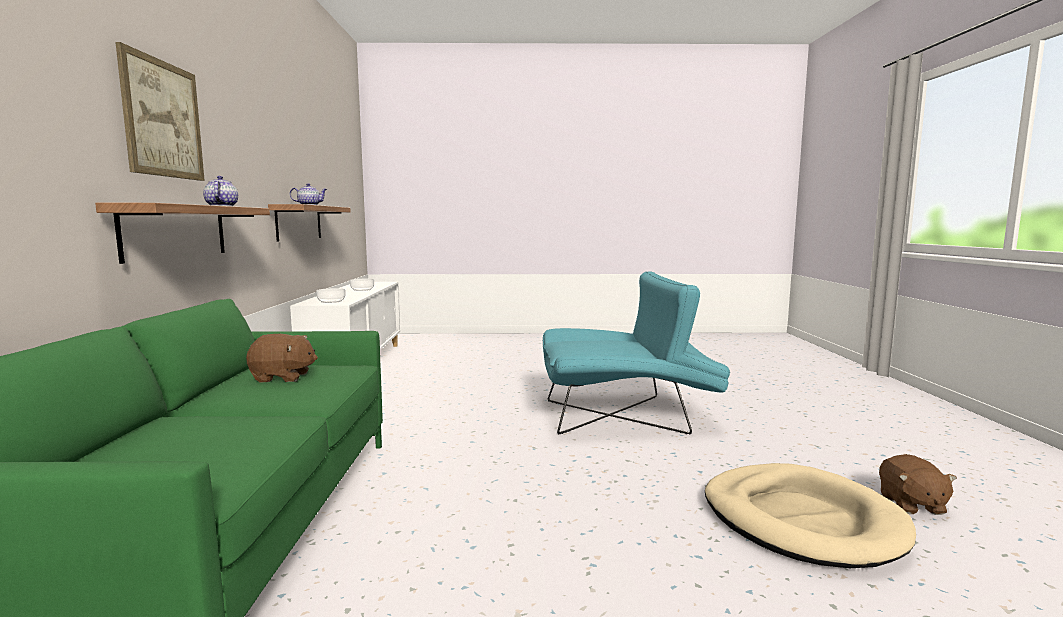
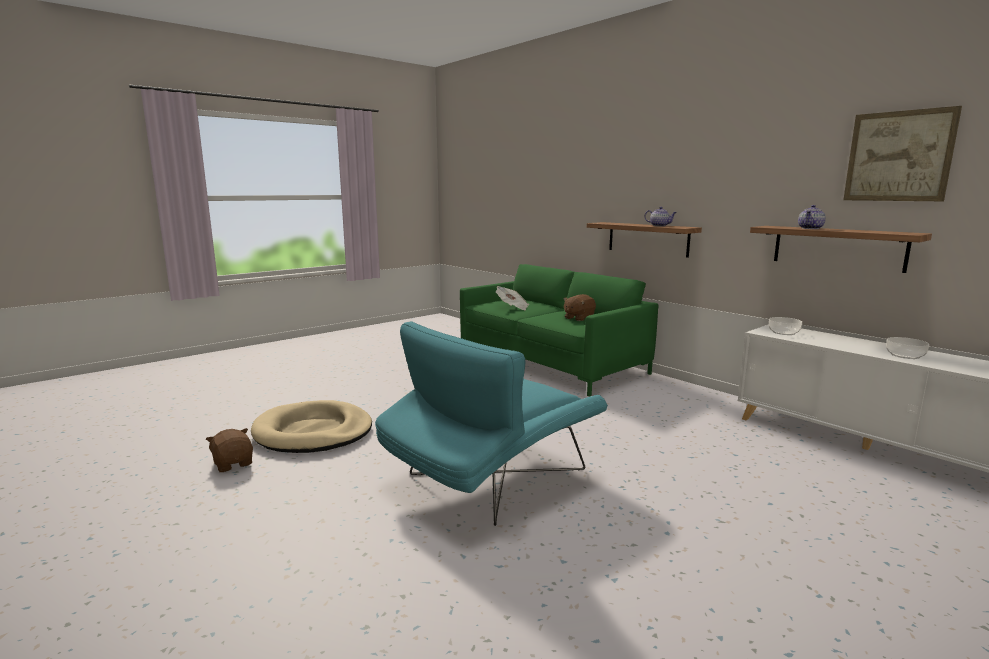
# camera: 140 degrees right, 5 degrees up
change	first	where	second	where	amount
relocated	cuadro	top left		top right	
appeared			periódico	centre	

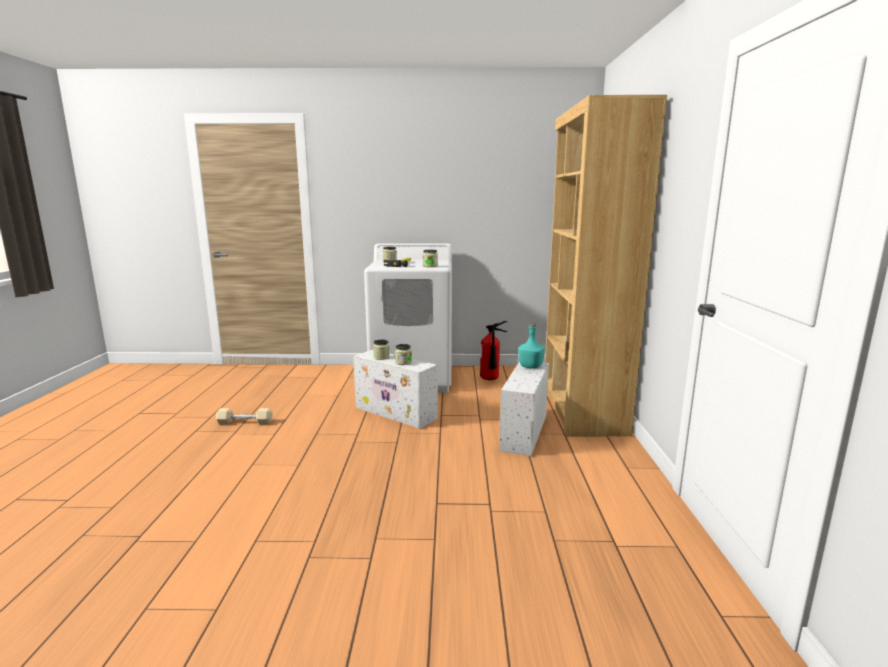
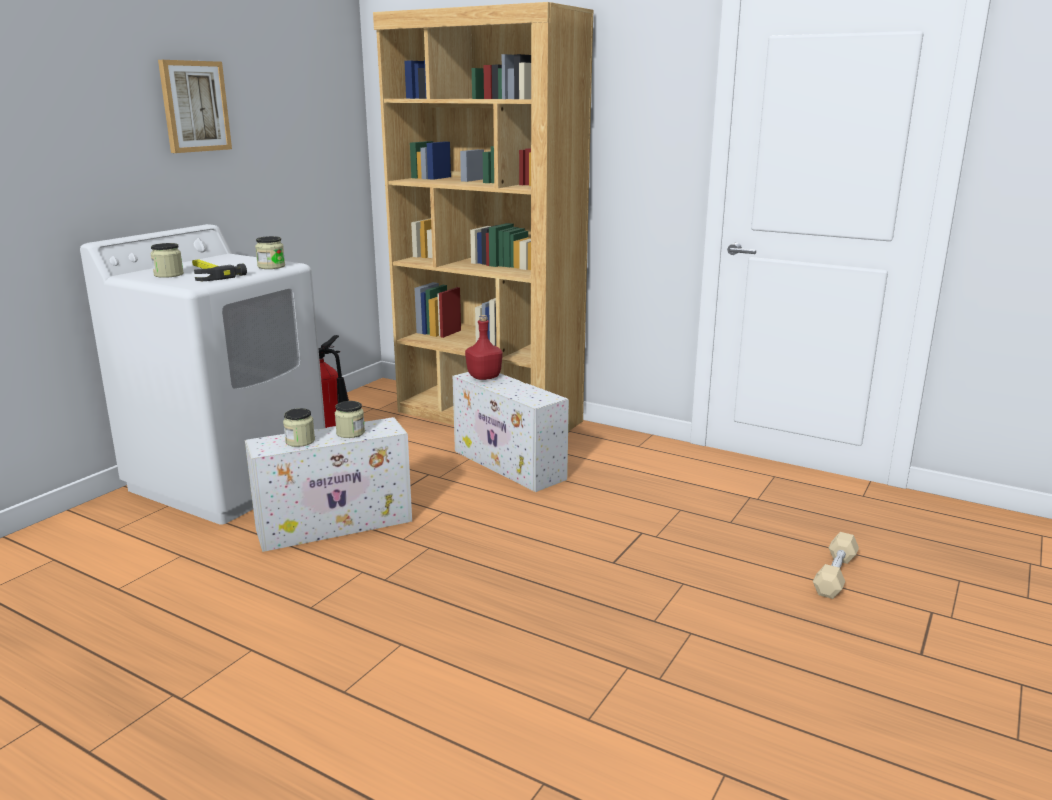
# camera: 60 degrees left, 5 degrees up
change	first	where	second	where	amount
relocated	mancuerna (beis)	middle left		bottom right	
colour	botella (turquesa)	centre	botella (rojo)	centre	
appeared			cuadro	top left	

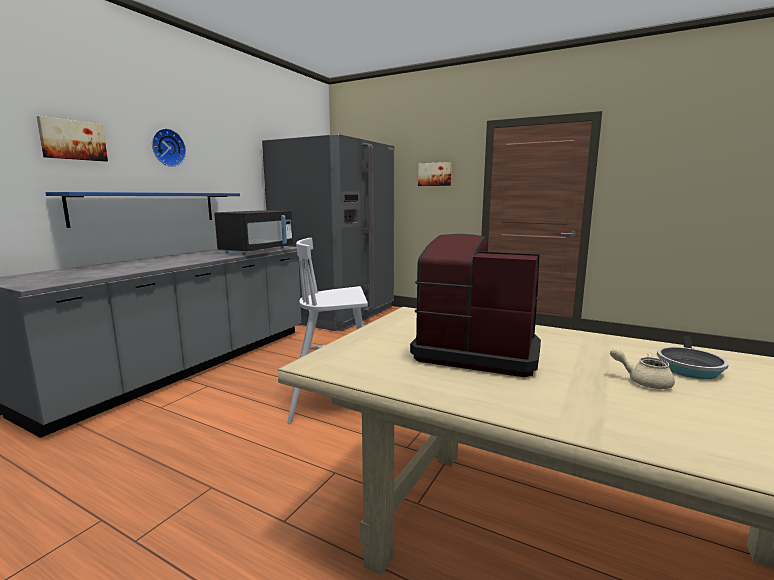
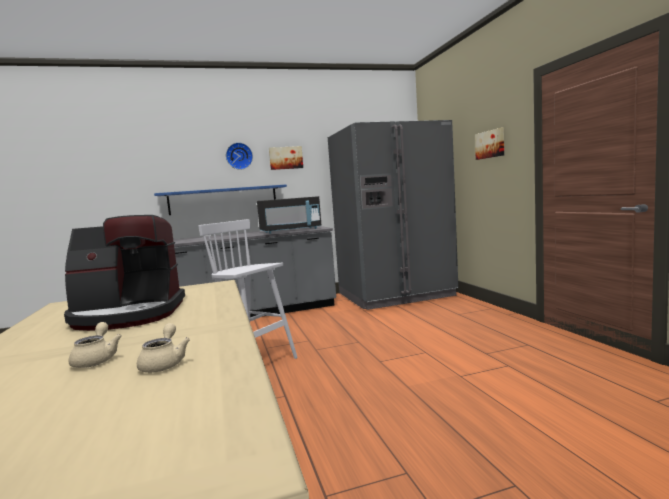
# camera: 45 degrees right, 5 degrees down
change	first	where	second	where	amount
relocated	cuadro (no. 1 from left)	top left		top centre	
spun	cafetera	centre		middle left	105 degrees clockwise
exchanged	sartén	middle right	tetera (beis) (no. 2 from left)	bottom left	

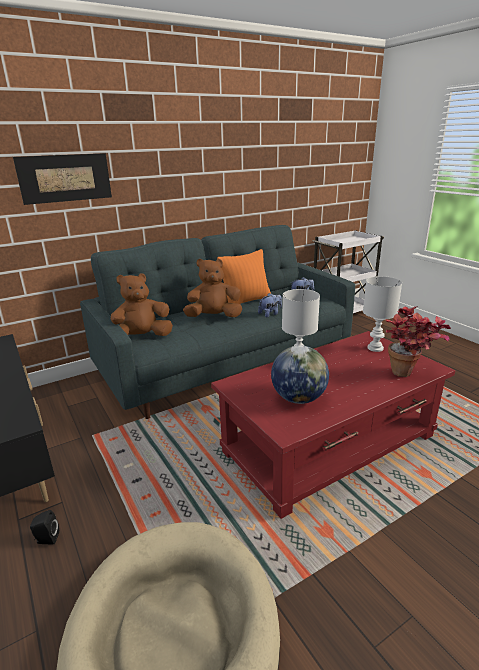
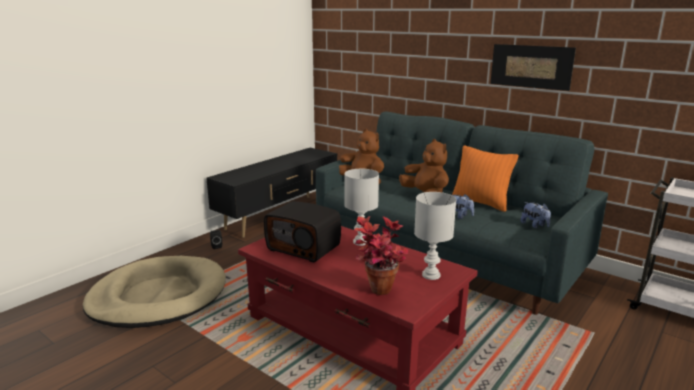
# camera: 70 degrees right, 5 degrees down
change	first	where	second	where	amount
relocated	cuadro	top left		top right	
exchanged	globo terráqueo	centre	radio	centre	

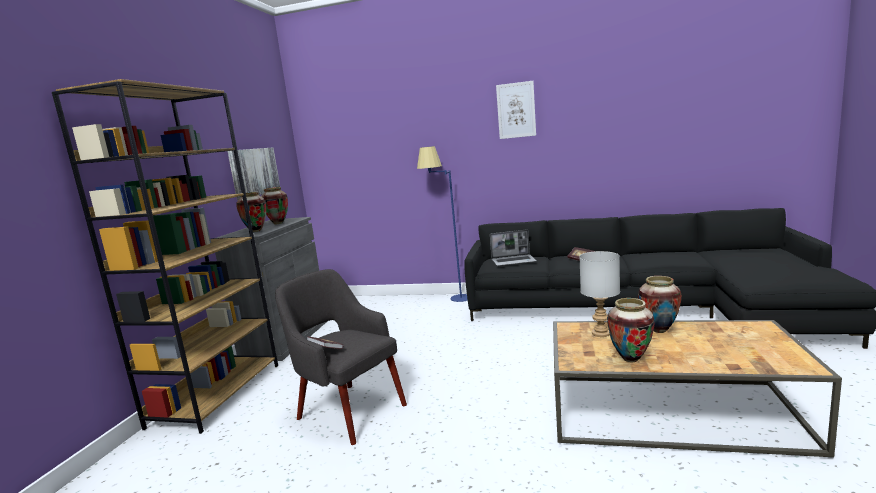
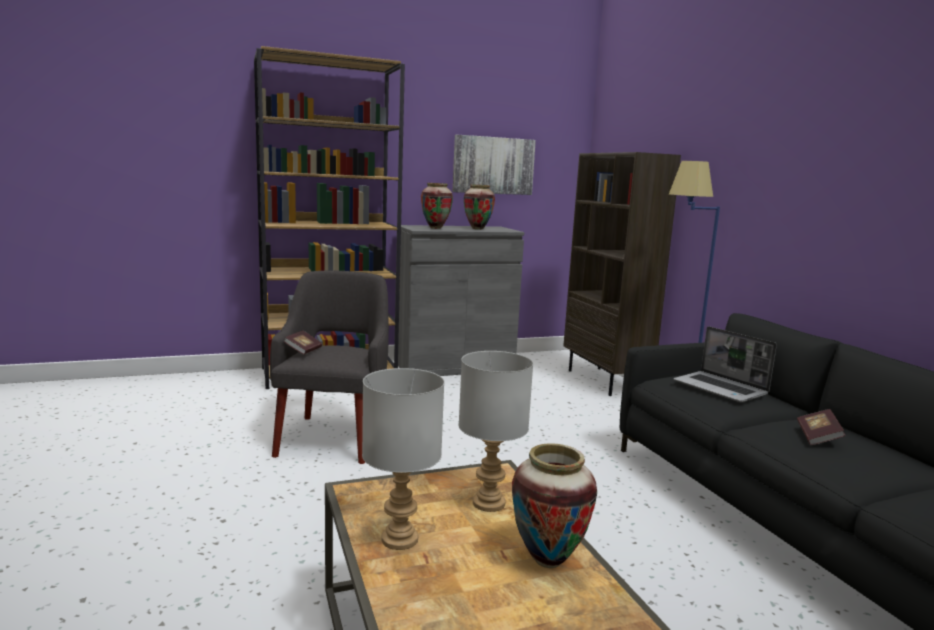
# camera: 55 degrees right, 0 degrees up
change	first	where	second	where	amount
missing	cuadro (no. 2 from left)	top centre			
exchanged	florero (no. 3 from left)	bottom right	lámpara de mesa (gris) (no. 1 from left)	bottom centre	
appeared			estantería (marrón) (no. 2 from left)	centre	

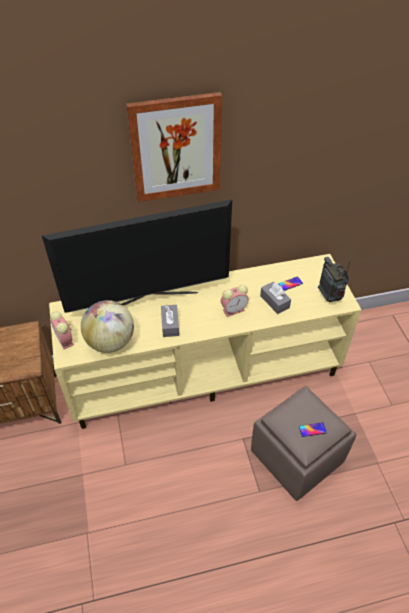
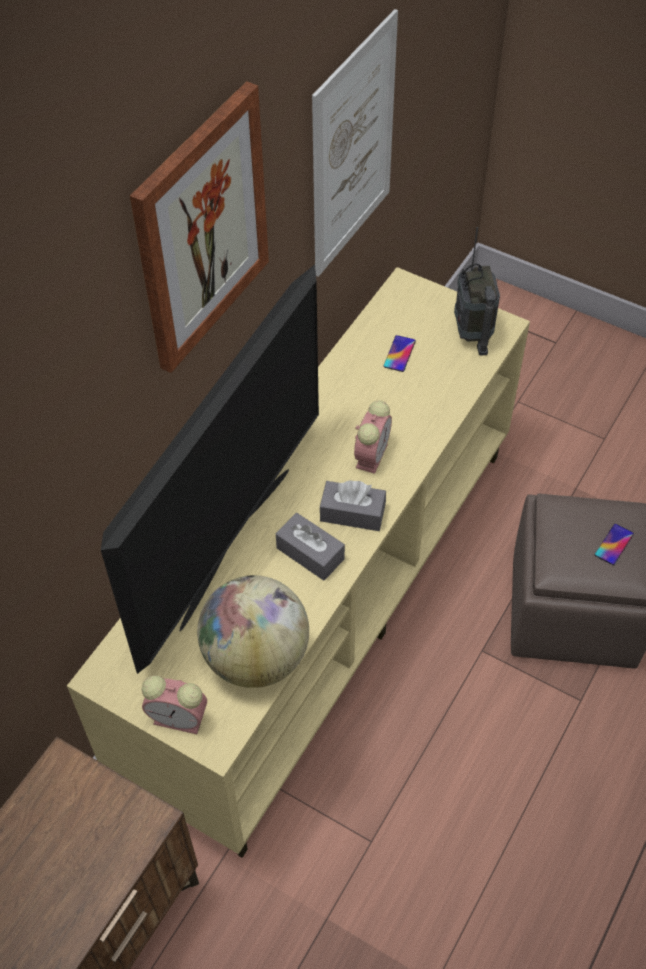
# camera: 45 degrees left, 5 degrees up
change	first	where	second	where	amount
relocated	caja de pañuelos (gris) (no. 2 from left)	middle right		centre	
spun	radio	middle right		top right	120 degrees counterclockwise
appeared			cuadro (no. 2 from left)	top centre	

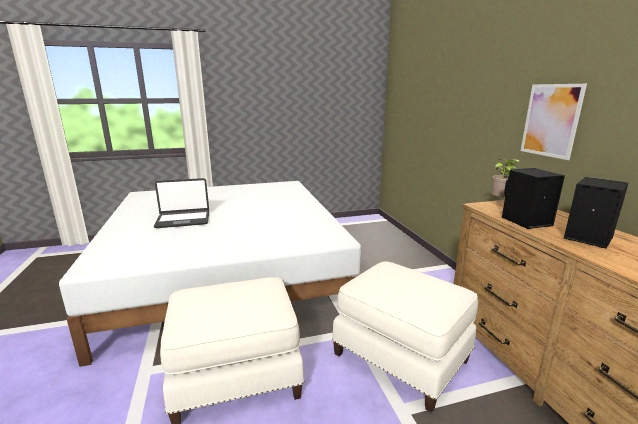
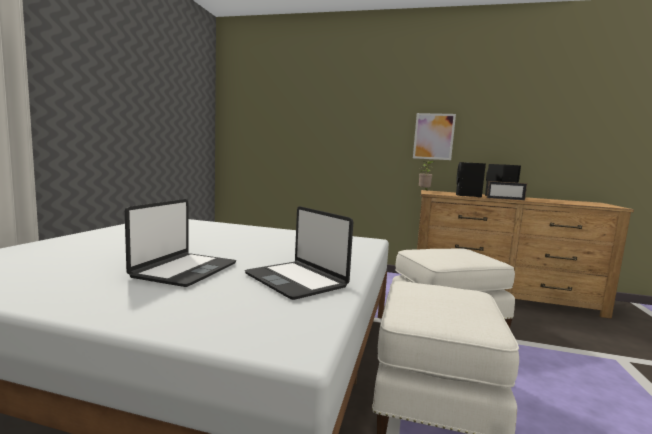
# camera: 60 degrees left, 10 degrees down
change	first	where	second	where	amount
appeared			portátil (no. 2 from left)	centre	
appeared			portarretratos	middle right	

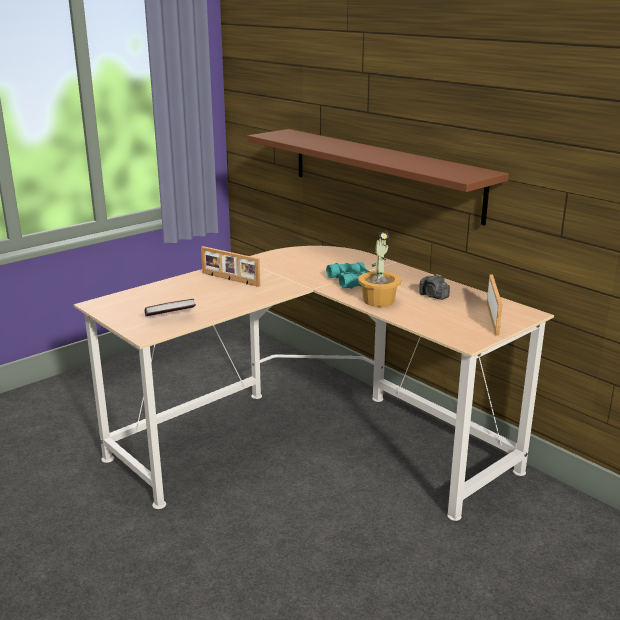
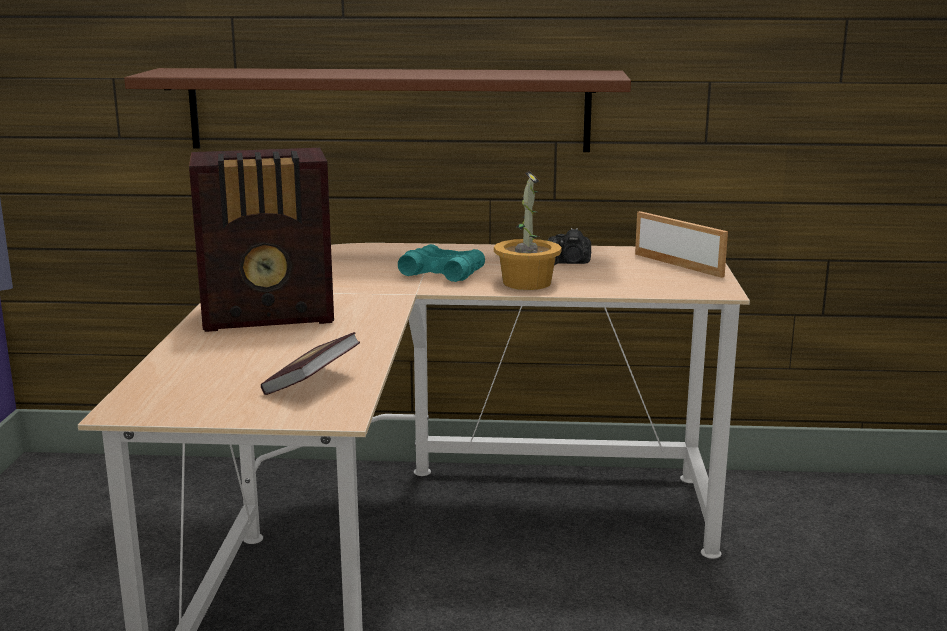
# camera: 45 degrees left, 5 degrees down
change	first	where	second	where	amount
exchanged	portarretratos (no. 1 from left)	centre	radio	middle left	

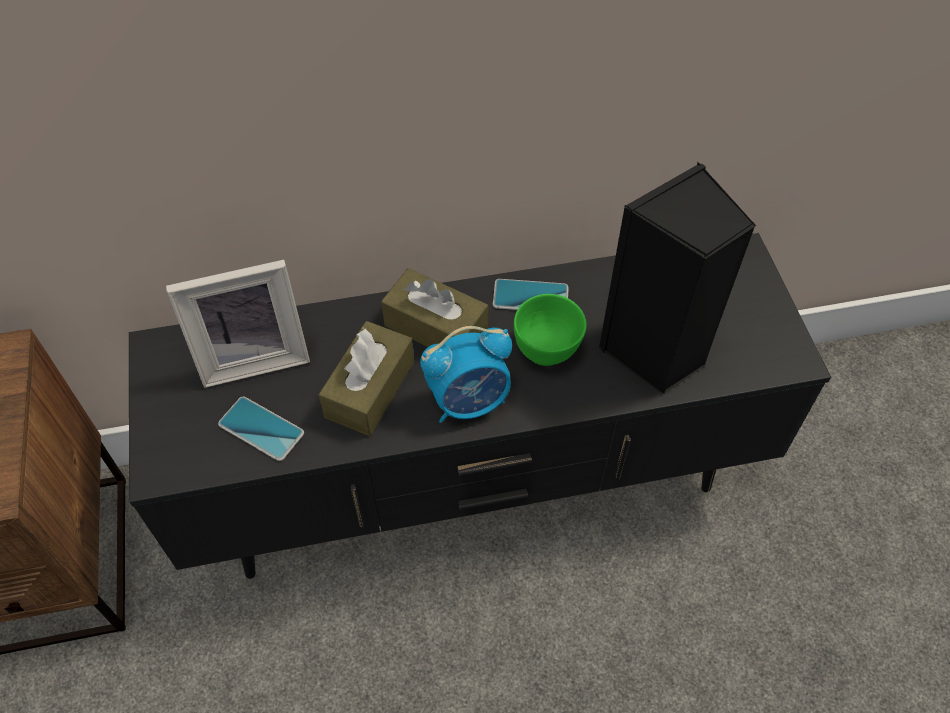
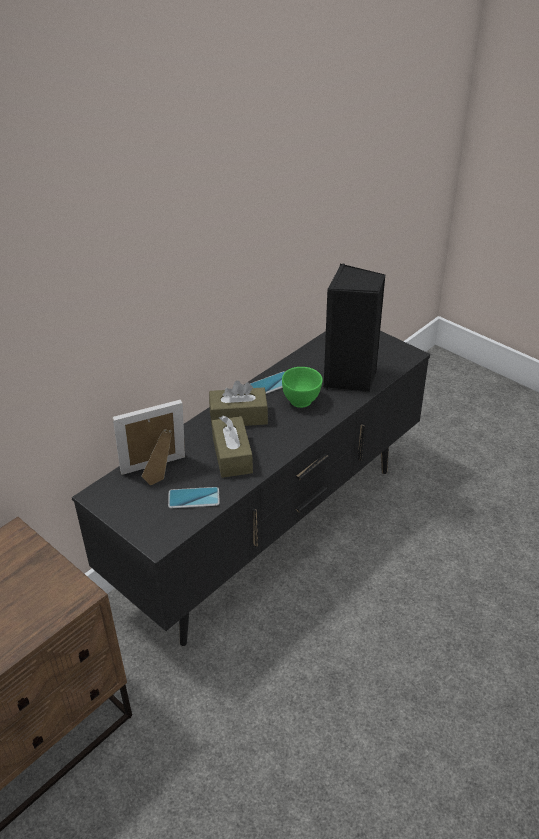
# camera: 35 degrees left, 15 degrees down
change	first	where	second	where	amount
spun	portarretratos	middle left		middle left	150 degrees counterclockwise
missing	despertador	centre			

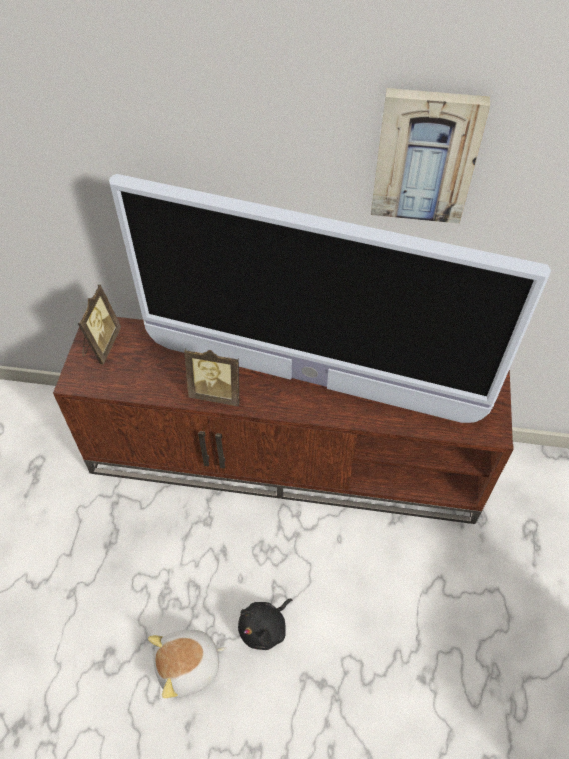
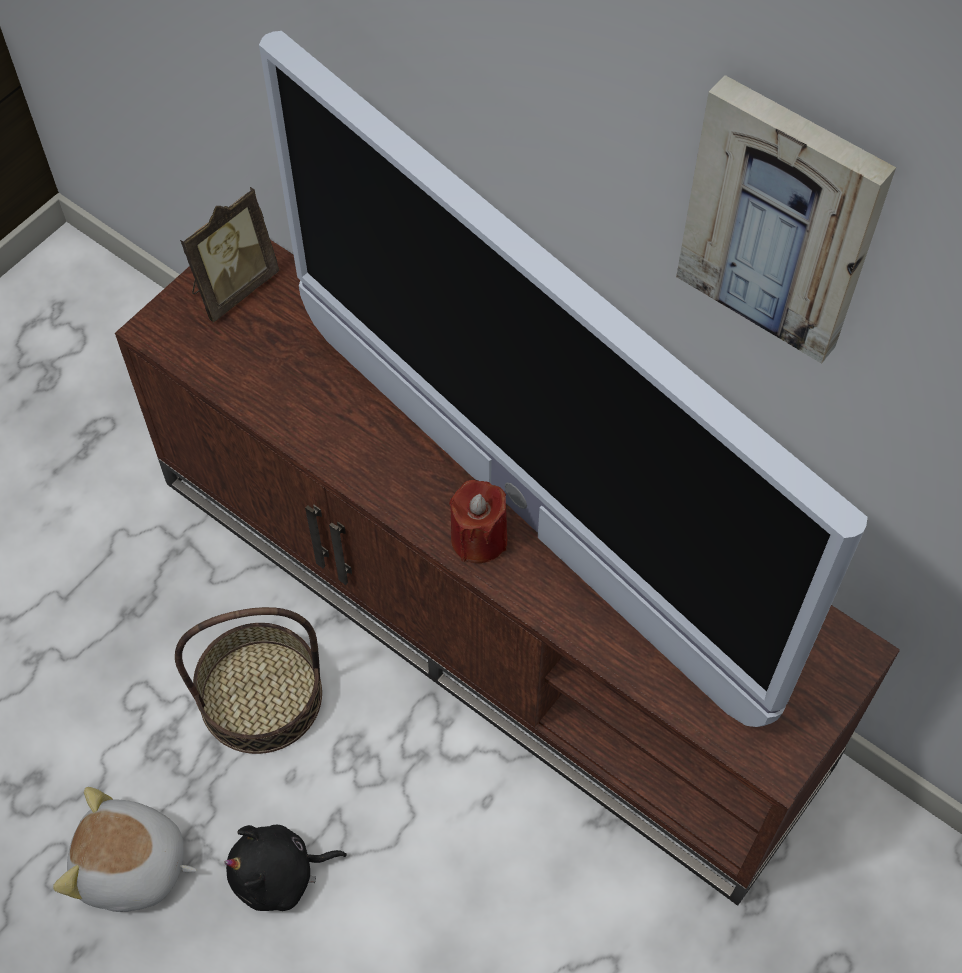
# camera: 30 degrees right, 5 degrees up
change	first	where	second	where	amount
missing	portarretratos (no. 2 from left)	centre			
appeared			cesta	bottom left	
appeared			vela (rojo)	centre	

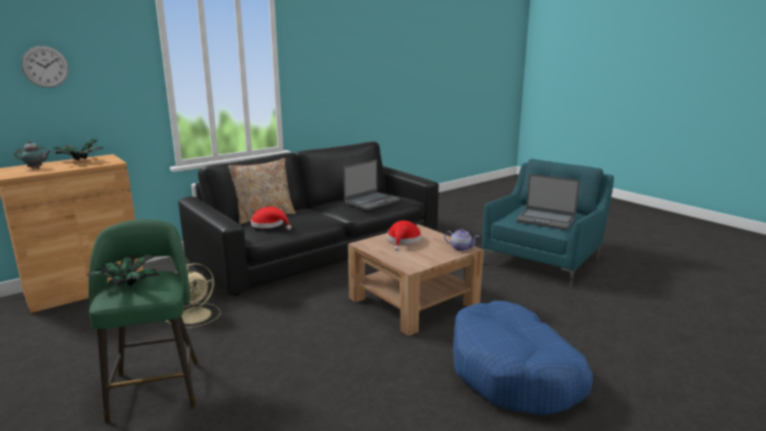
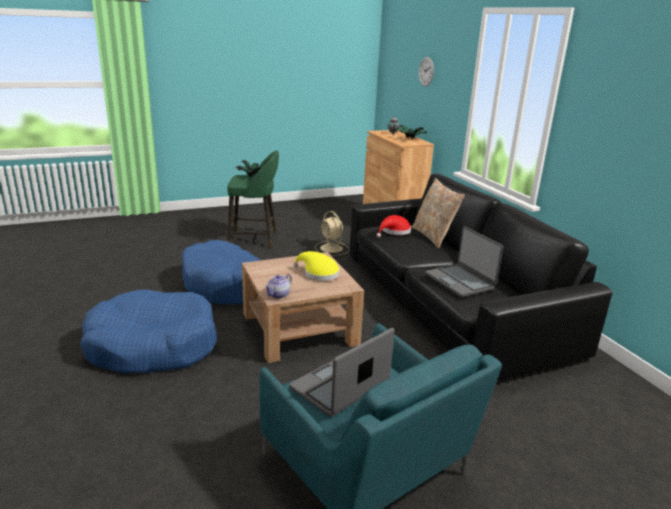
# camera: 105 degrees right, 5 degrees up
change	first	where	second	where	amount
colour	sombrero (rojo) (no. 2 from left)	centre	sombrero (amarillo)	centre	
appeared			cama para perro (azul) (no. 2 from left)	middle left	

